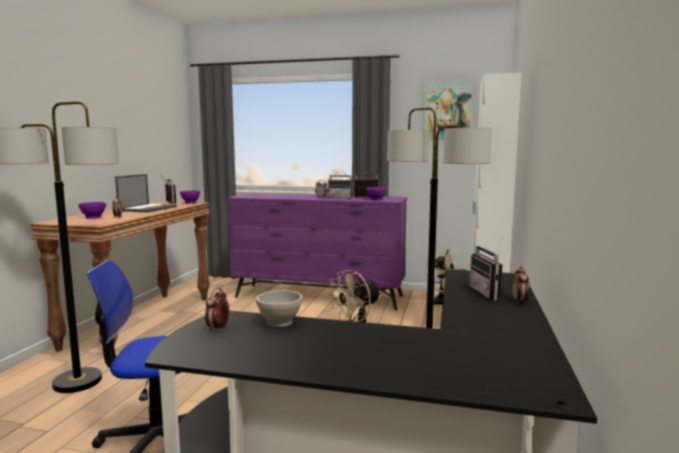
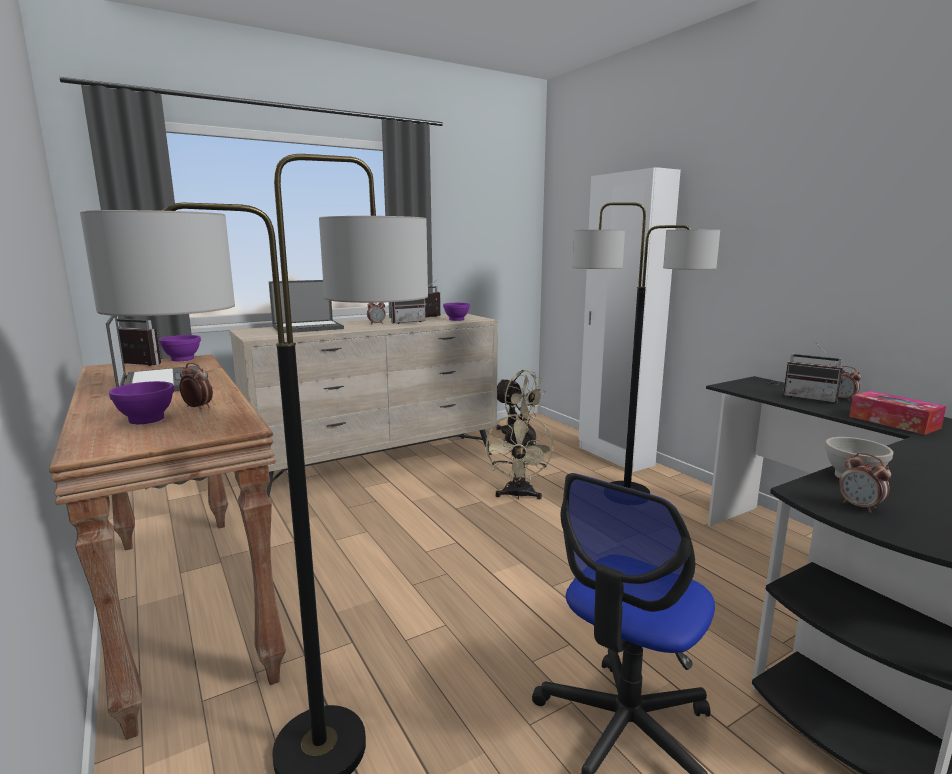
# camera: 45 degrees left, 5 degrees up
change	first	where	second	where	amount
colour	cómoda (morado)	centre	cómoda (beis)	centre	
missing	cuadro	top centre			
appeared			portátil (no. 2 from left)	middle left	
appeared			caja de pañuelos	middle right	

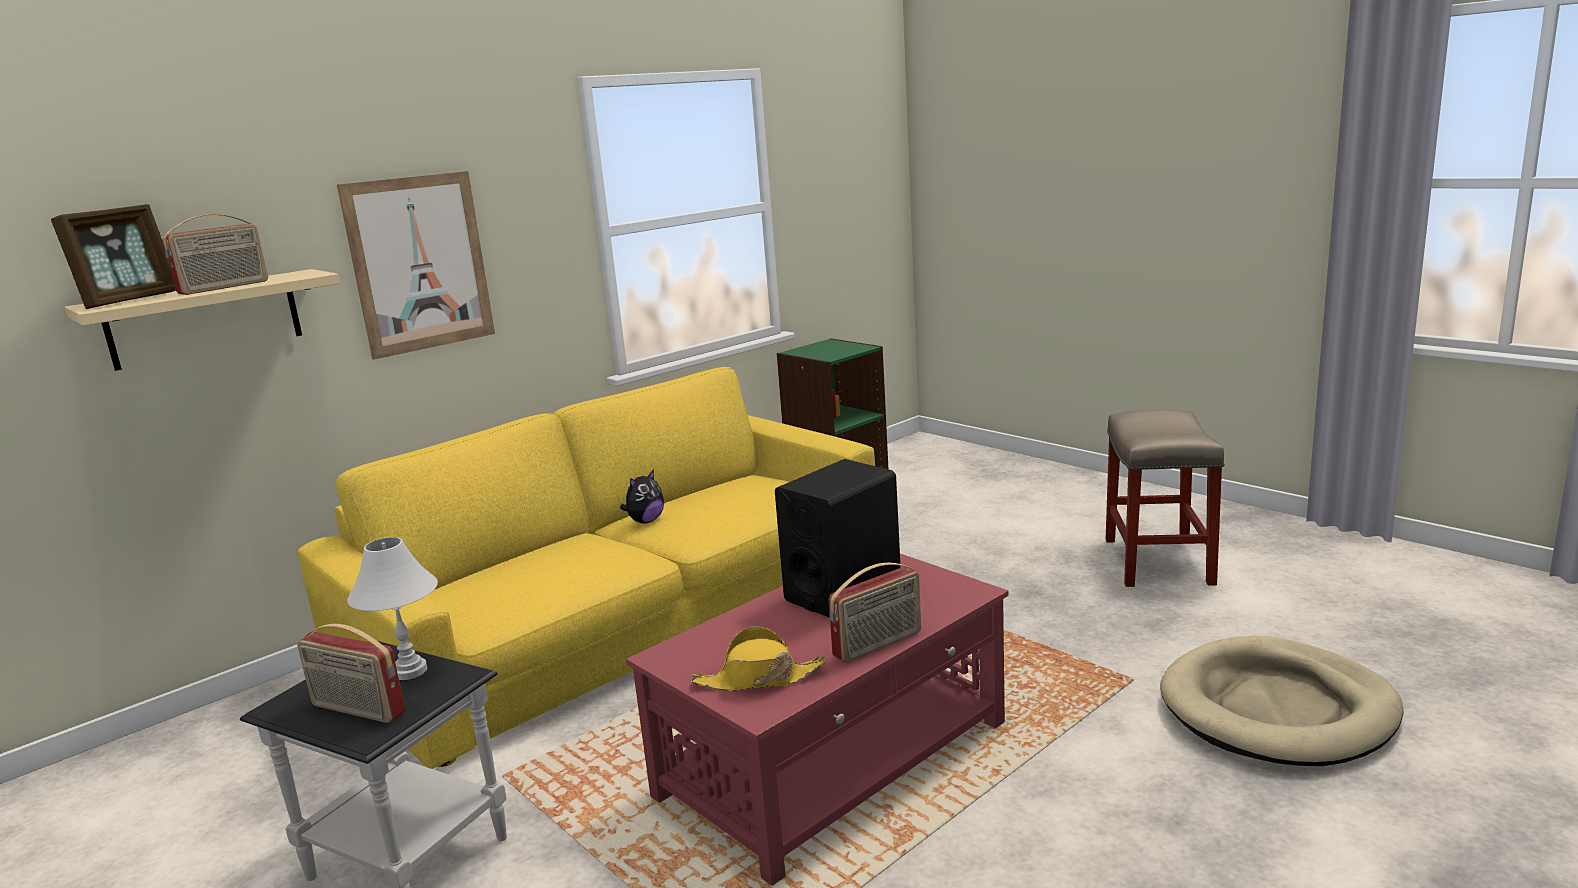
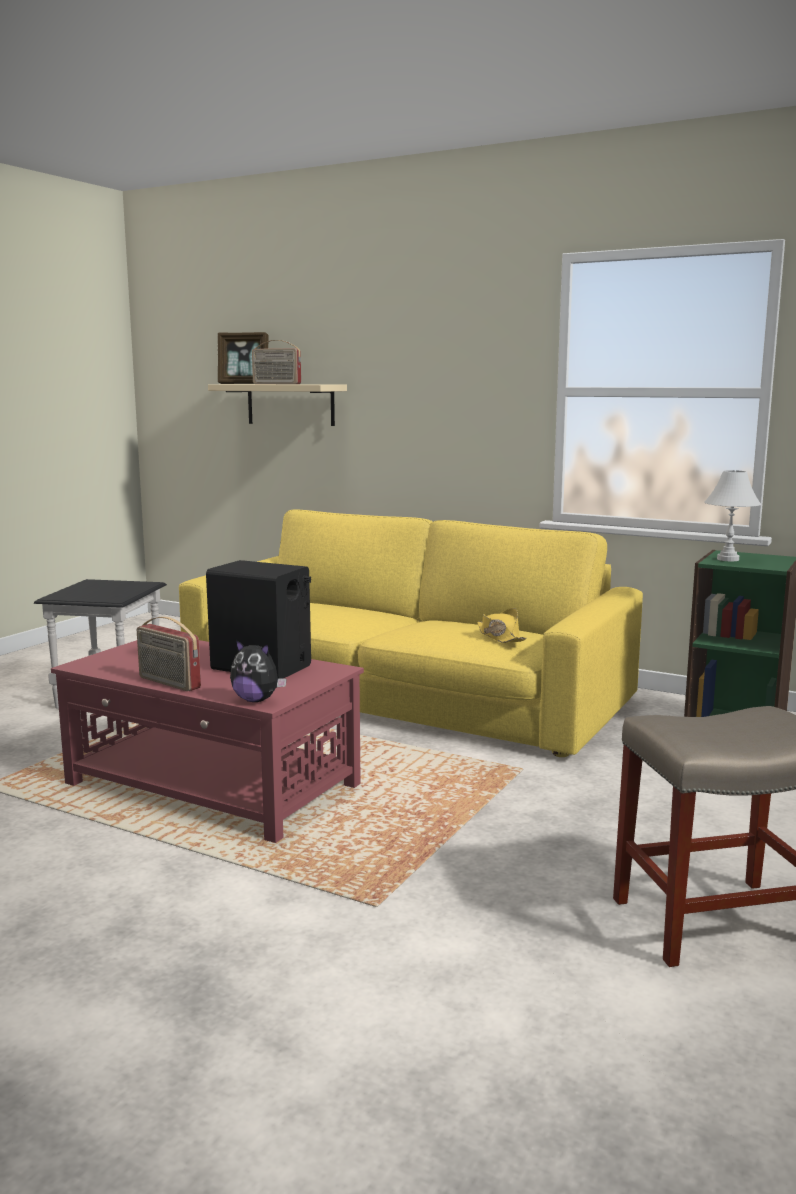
# camera: 70 degrees right, 5 degrees down
change	first	where	second	where	amount
missing	radio (no. 2 from left)	bottom left			
missing	cuadro	top left			
relocated	lámpara de mesa (blanco)	bottom left		middle right	
relocated	peluche	centre		middle left	
relocated	sombrero (amarillo)	bottom centre		centre	
missing	cama para perro (beis)	bottom right			

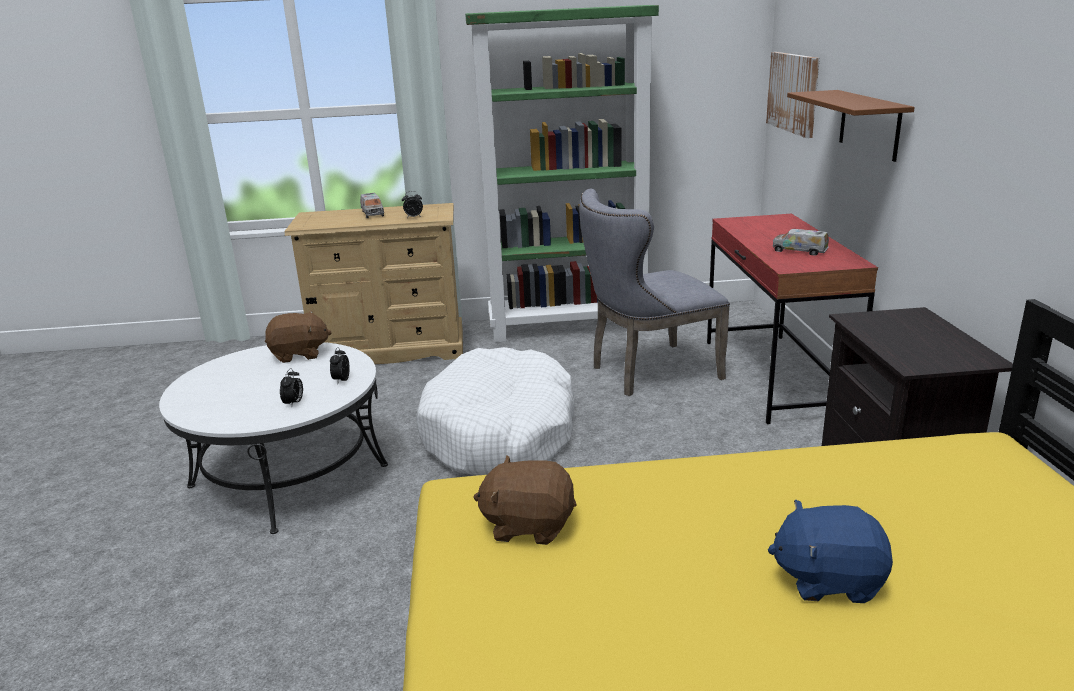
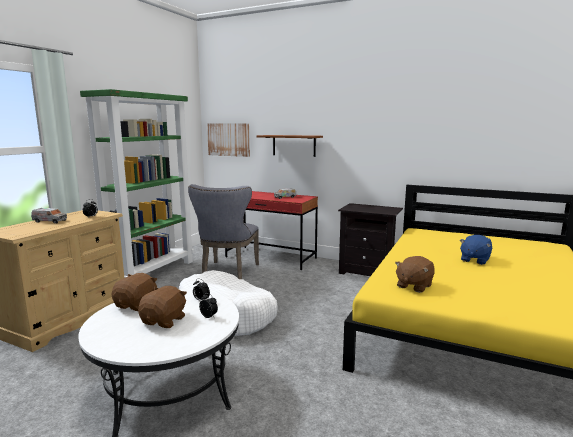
# camera: 60 degrees left, 10 degrees down
change	first	where	second	where	amount
appeared			peluche (marrón) (no. 2 from left)	bottom left	

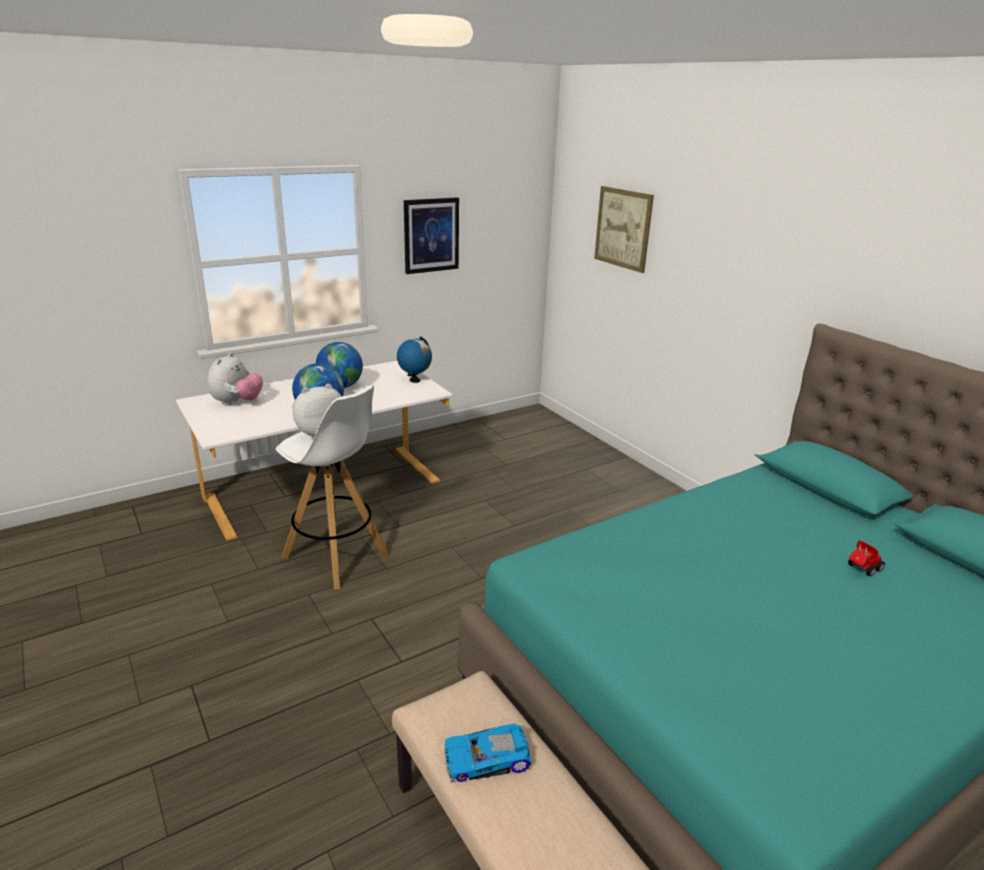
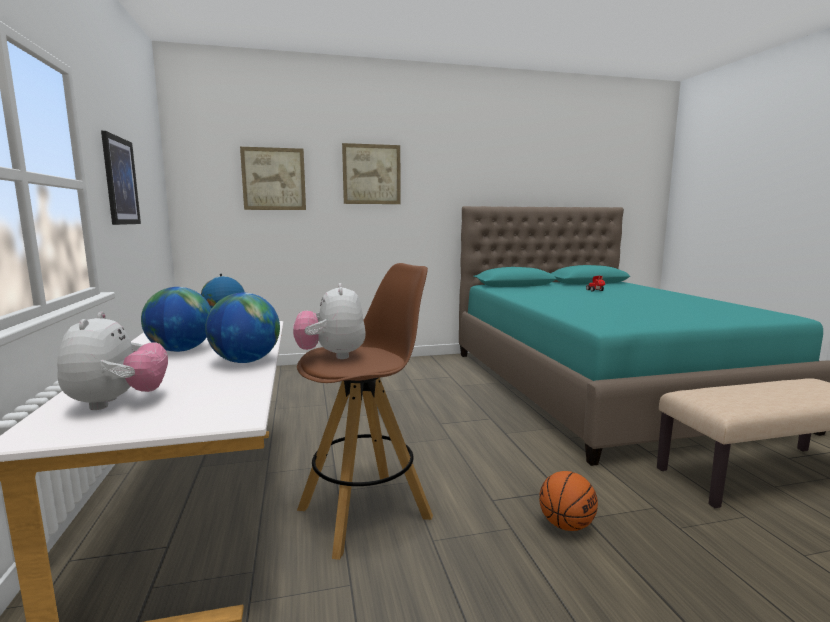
# camera: 70 degrees left, 15 degrees down
change	first	where	second	where	amount
spun	peluche (no. 1 from left)	middle left		middle left	45 degrees clockwise
colour	taburete (blanco)	centre	taburete (marrón)	centre	
missing	coche de juguete (no. 1 from left)	bottom centre			
appeared			cuadro (no. 3 from left)	top centre	
appeared			balón de baloncesto	bottom right	

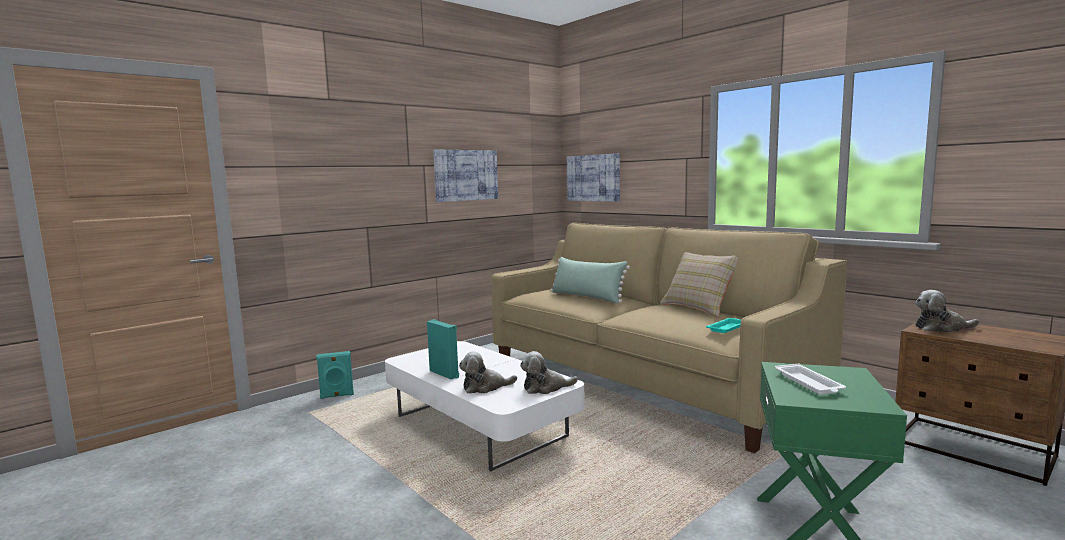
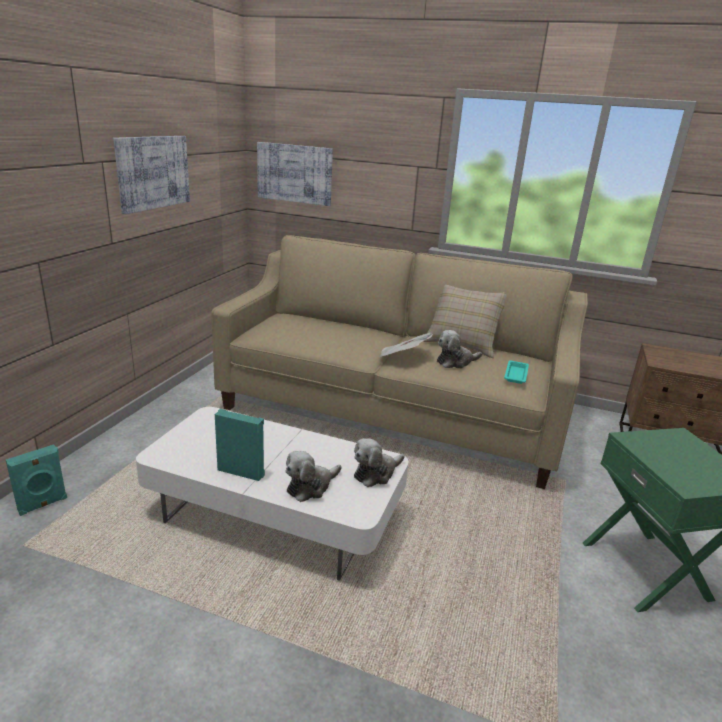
# camera: 30 degrees left, 15 degrees up
change	first	where	second	where	amount
missing	cojín (verde)	centre			
missing	bandeja (blanco)	bottom right			
relocated	peluche (no. 3 from left)	middle right		centre	
appeared			periódico	centre	

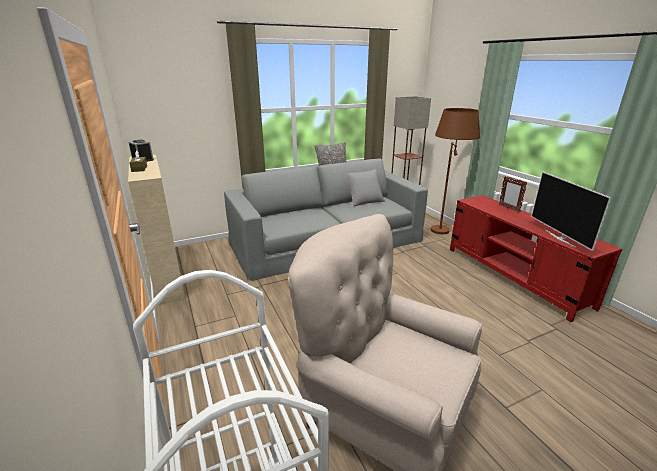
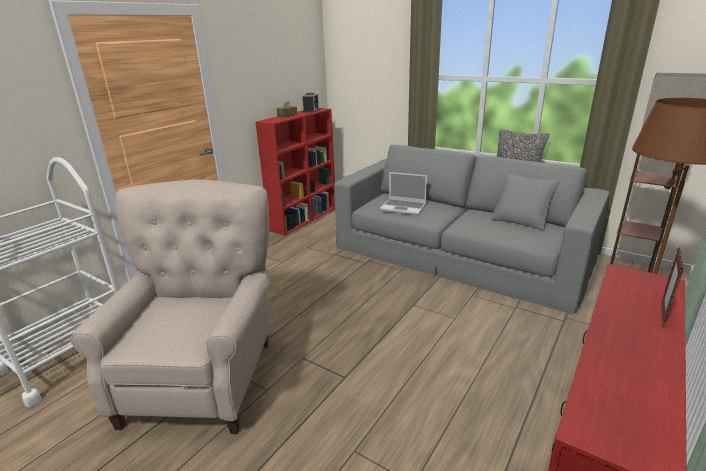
# camera: 60 degrees right, 0 degrees up
change	first	where	second	where	amount
colour	estantería (beis)	middle left	estantería (rojo)	centre	
missing	televisor	middle right			
appeared			portátil	centre	

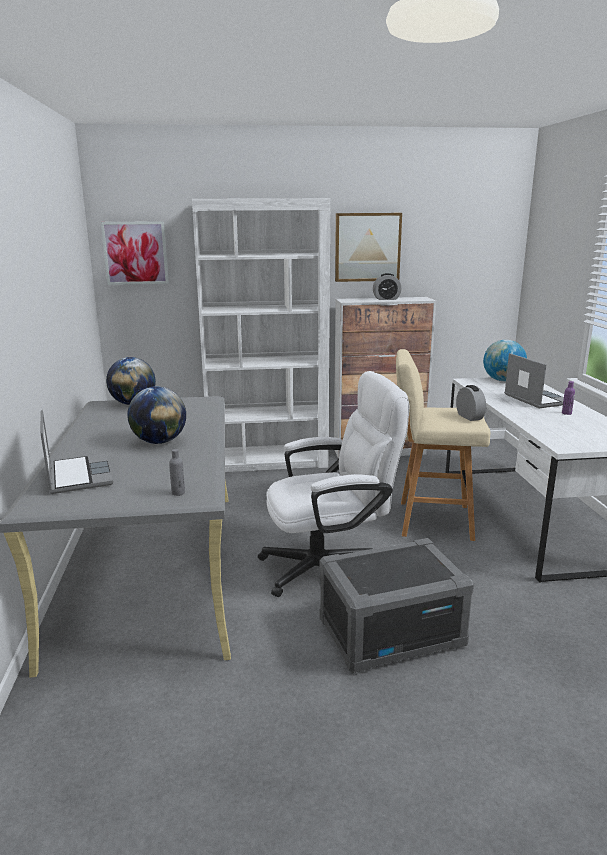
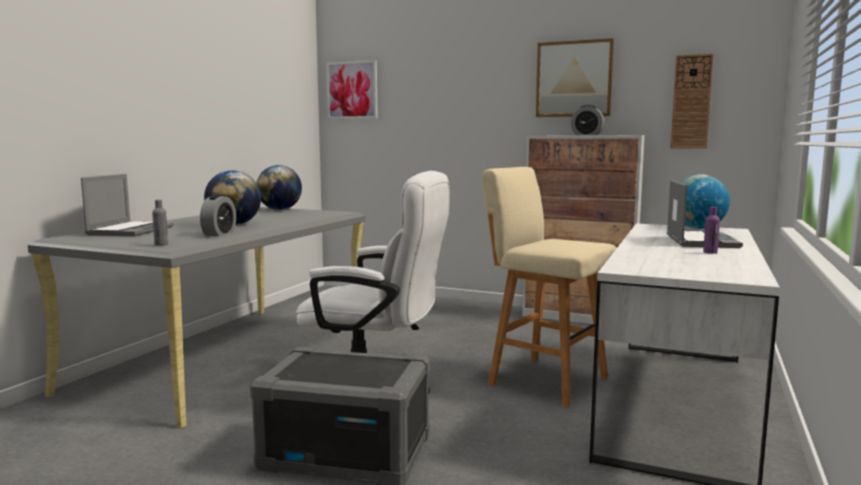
# camera: 30 degrees right, 10 degrees down
change	first	where	second	where	amount
missing	estantería (blanco)	centre			
relocated	despertador (no. 2 from left in the first image)	middle right	despertador (no. 1 from left)	middle left	
appeared			reloj de pared	top right	

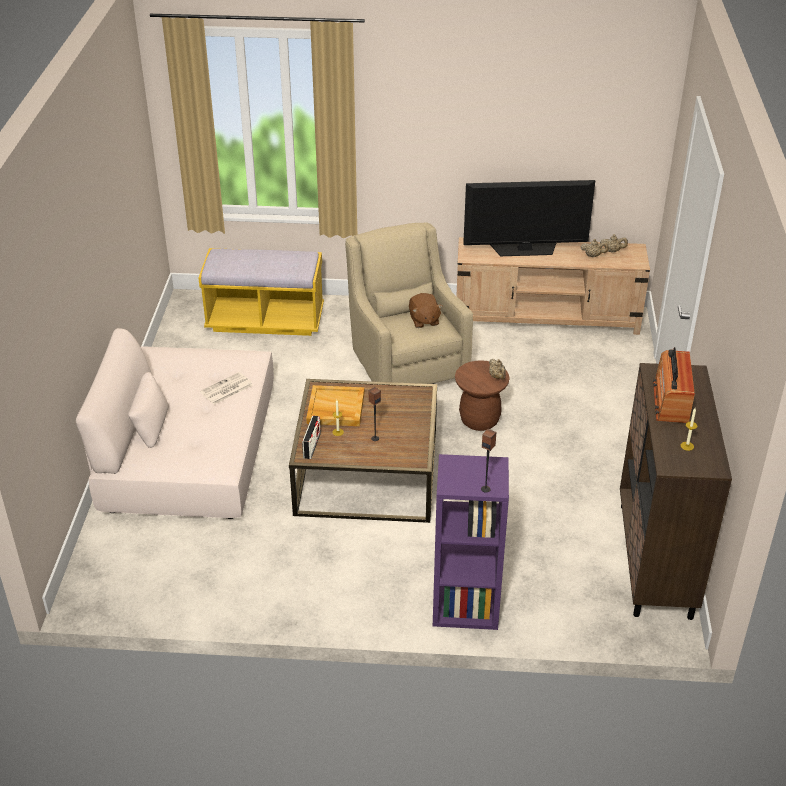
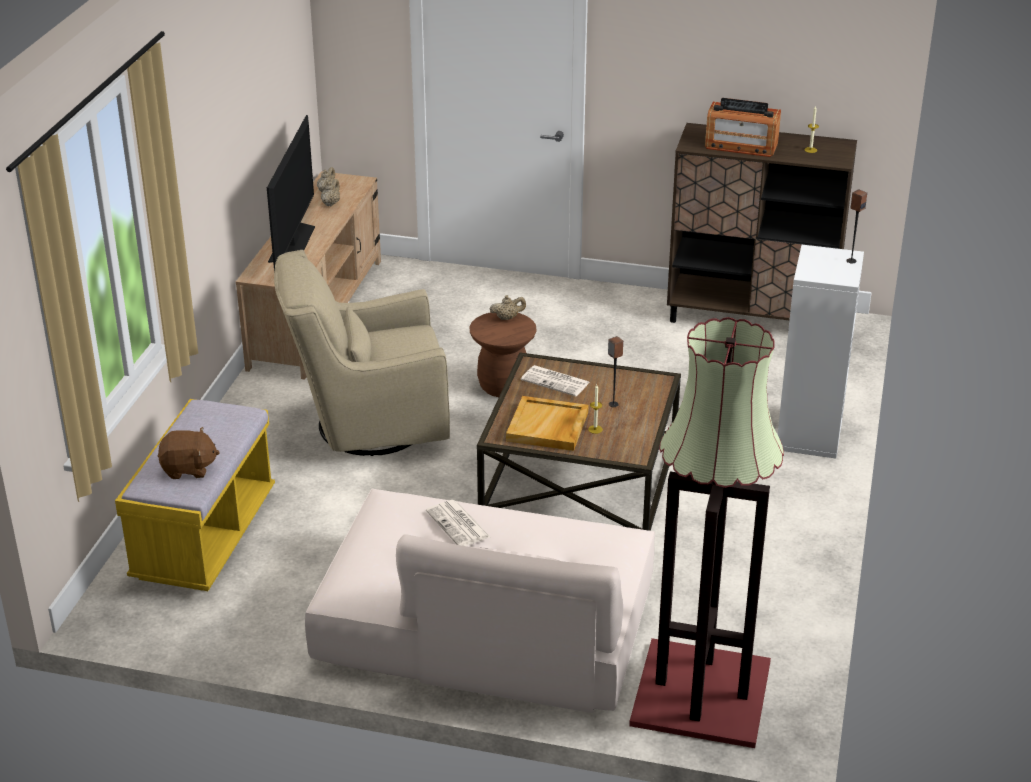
# camera: 80 degrees left, 5 degrees down
change	first	where	second	where	amount
missing	radio (no. 1 from left)	centre			
relocated	peluche (marrón)	centre		middle left	
colour	estantería (morado)	bottom centre	estantería (blanco)	middle right	
appeared			periódico (no. 2 from left)	centre	
appeared			lámpara de pie	bottom right	

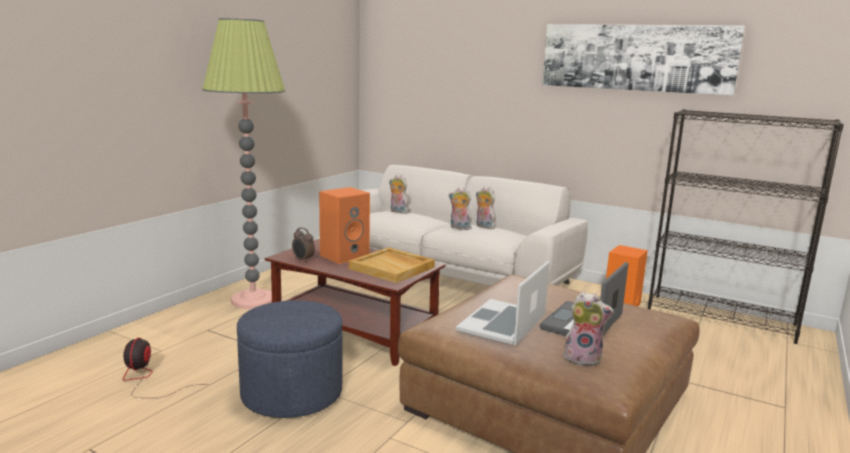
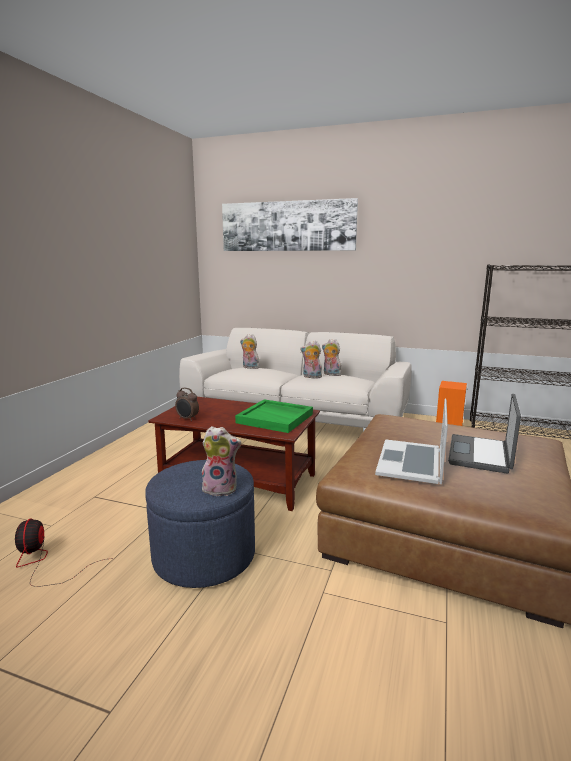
# camera: 10 degrees left, 0 degrees up
change	first	where	second	where	amount
missing	lámpara de pie	middle left			
missing	altavoz (naranja) (no. 1 from left)	centre			
colour	bandeja (beis)	centre	bandeja (verde)	centre	
relocated	cuadro	top right		top centre	
relocated	peluche (no. 4 from left in the first image)	bottom right	peluche (no. 1 from left)	centre	

